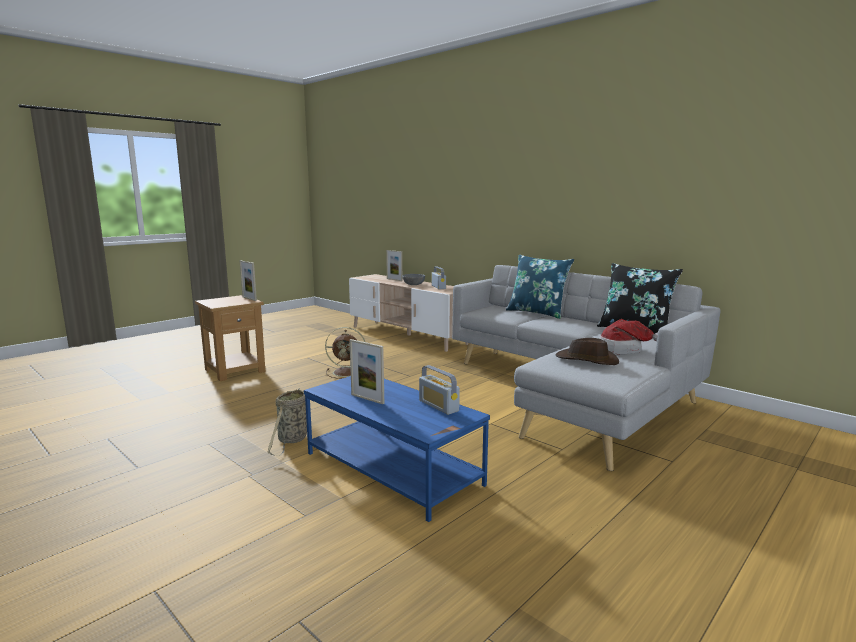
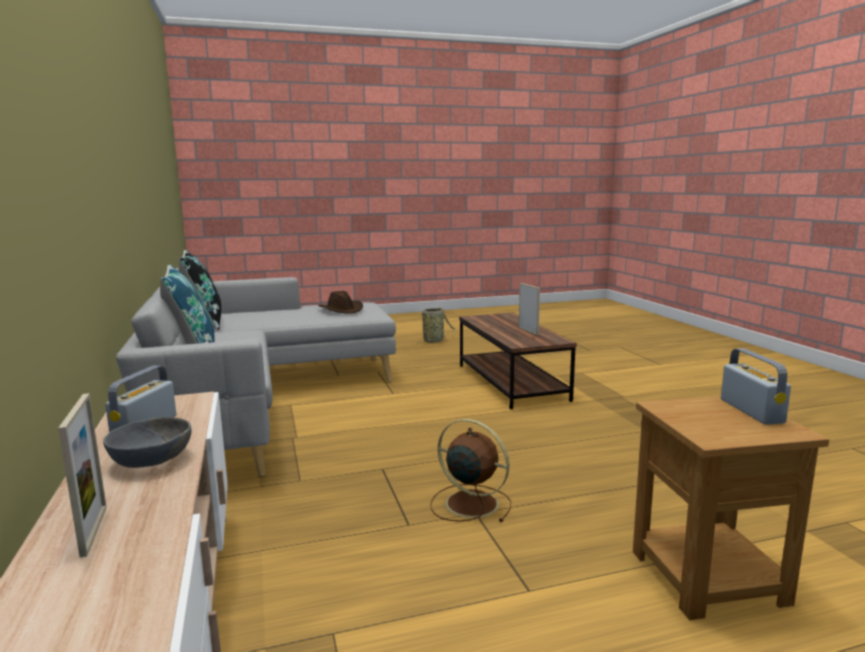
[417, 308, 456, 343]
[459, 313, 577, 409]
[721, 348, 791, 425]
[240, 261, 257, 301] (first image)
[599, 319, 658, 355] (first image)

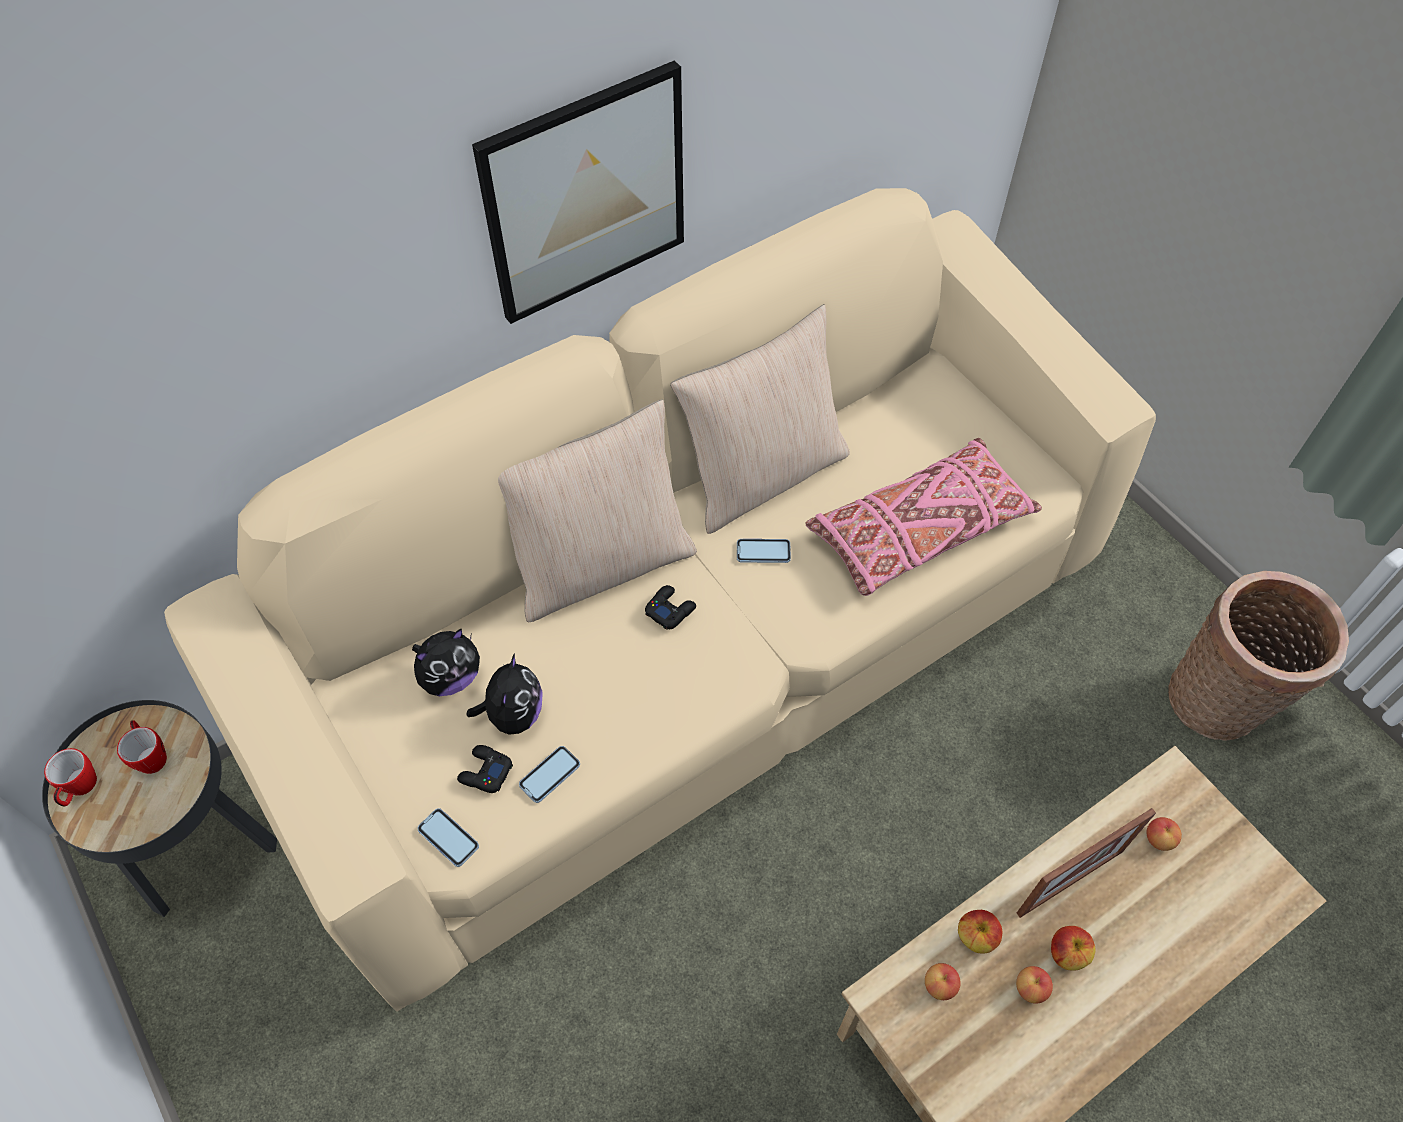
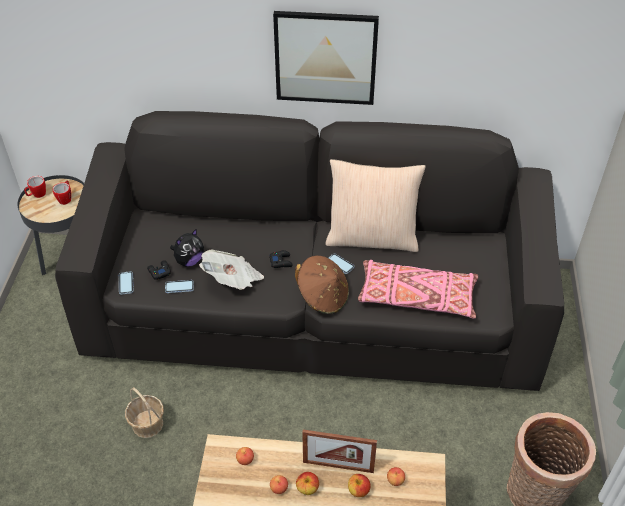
[55, 111, 564, 391]
[125, 387, 164, 438]
[199, 249, 264, 290]
[295, 255, 349, 314]
[348, 474, 370, 497]
[412, 629, 480, 696] (first image)
[498, 399, 697, 622] (first image)

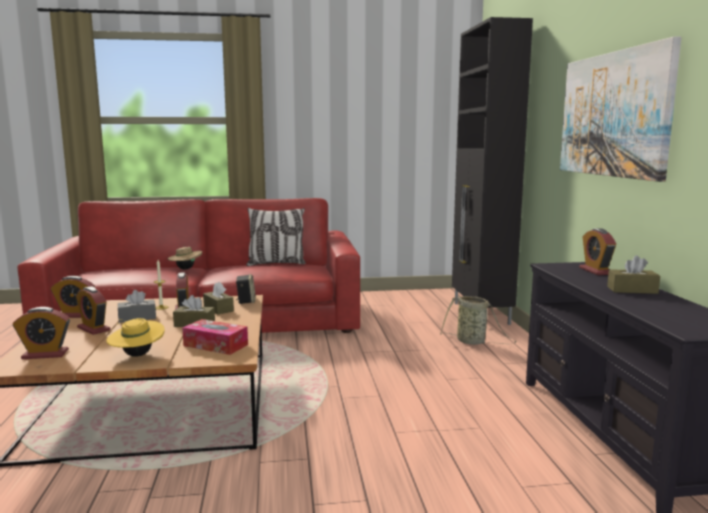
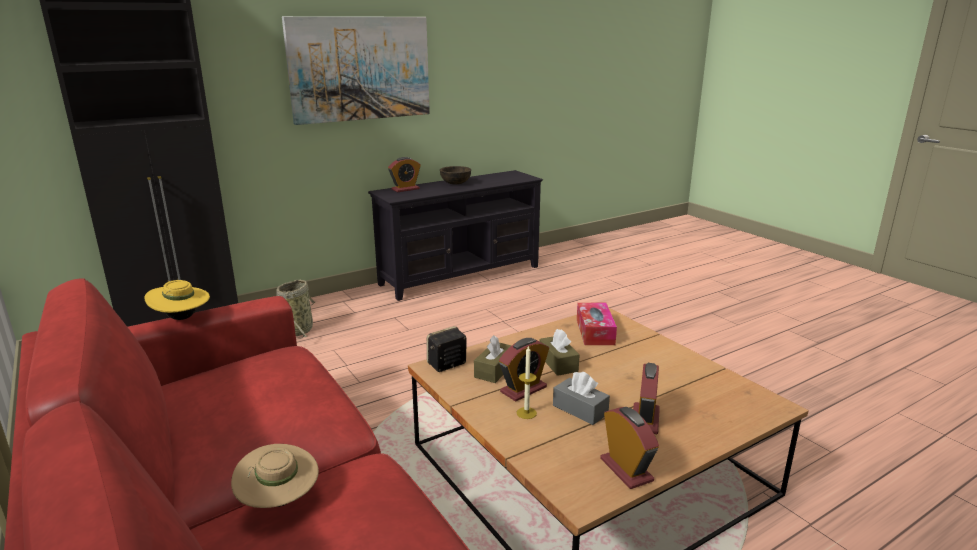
[144, 280, 210, 320]
[440, 166, 471, 185]
[13, 307, 70, 359] (first image)
[246, 208, 306, 266] (first image)

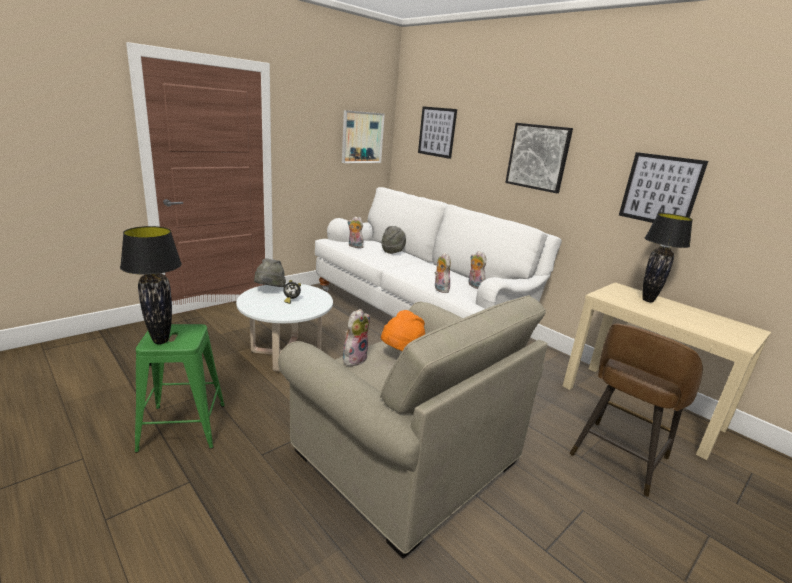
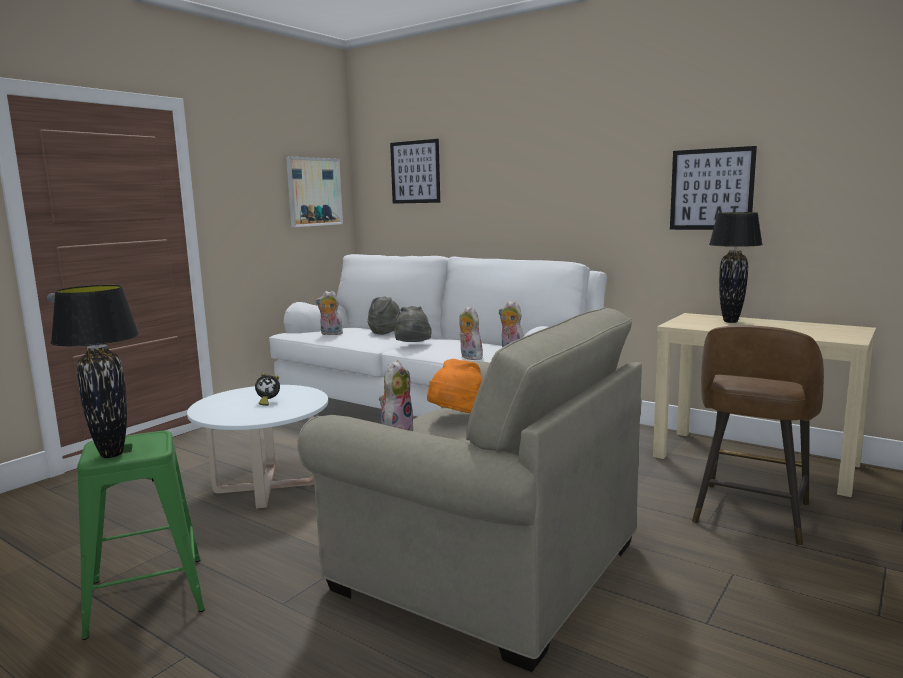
[394, 306, 432, 342]
[505, 123, 573, 193] (first image)

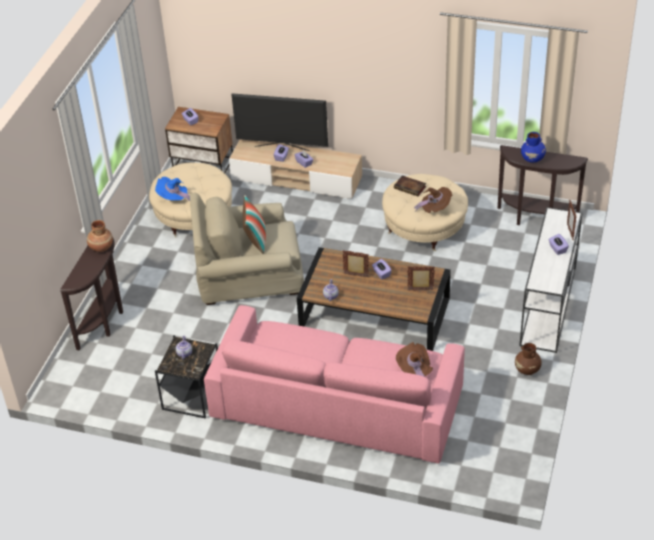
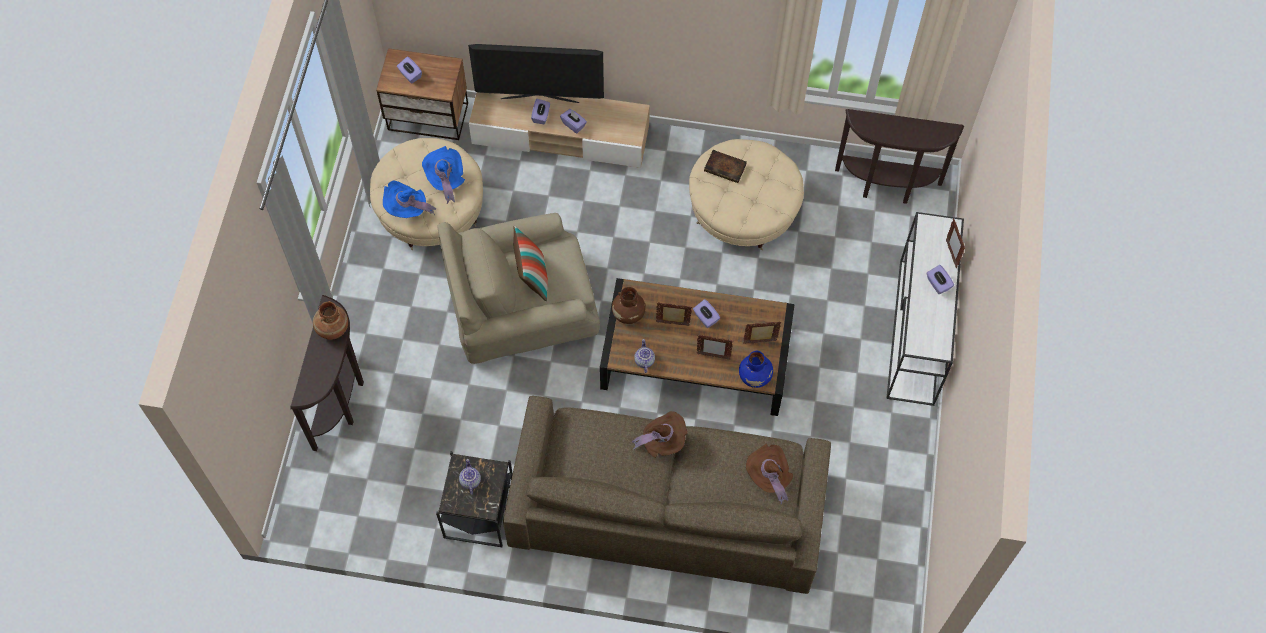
[422, 146, 465, 204]
[503, 396, 831, 594]
[612, 287, 646, 324]
[632, 411, 688, 458]
[697, 335, 733, 360]
[739, 351, 773, 388]

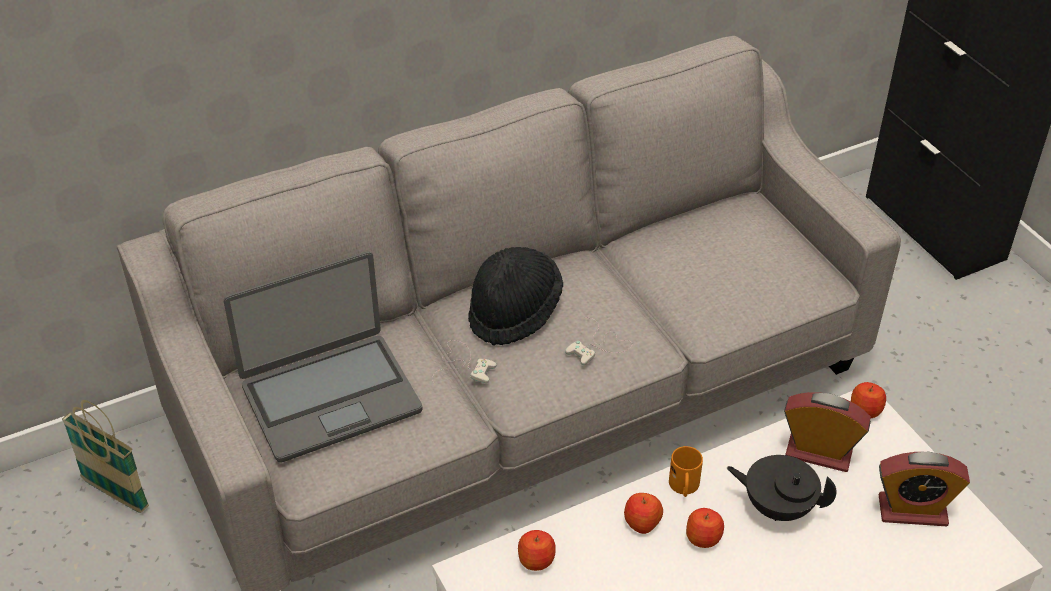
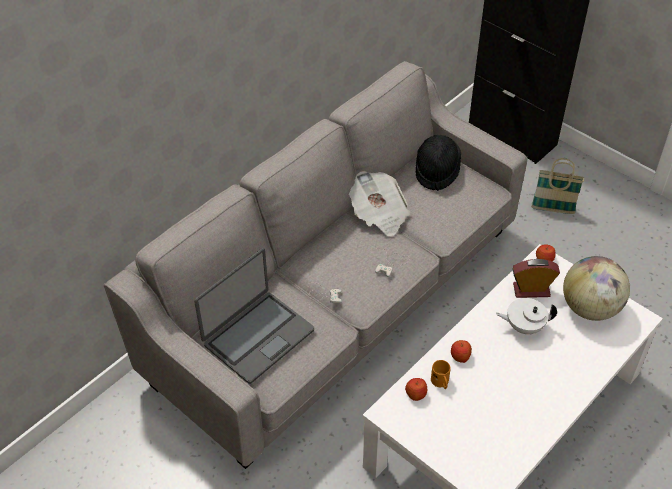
[349, 171, 410, 237]
[416, 135, 461, 191]
[431, 360, 451, 389]
[496, 298, 557, 334]
[531, 158, 584, 214]
[563, 256, 630, 321]
[686, 508, 724, 548] (first image)

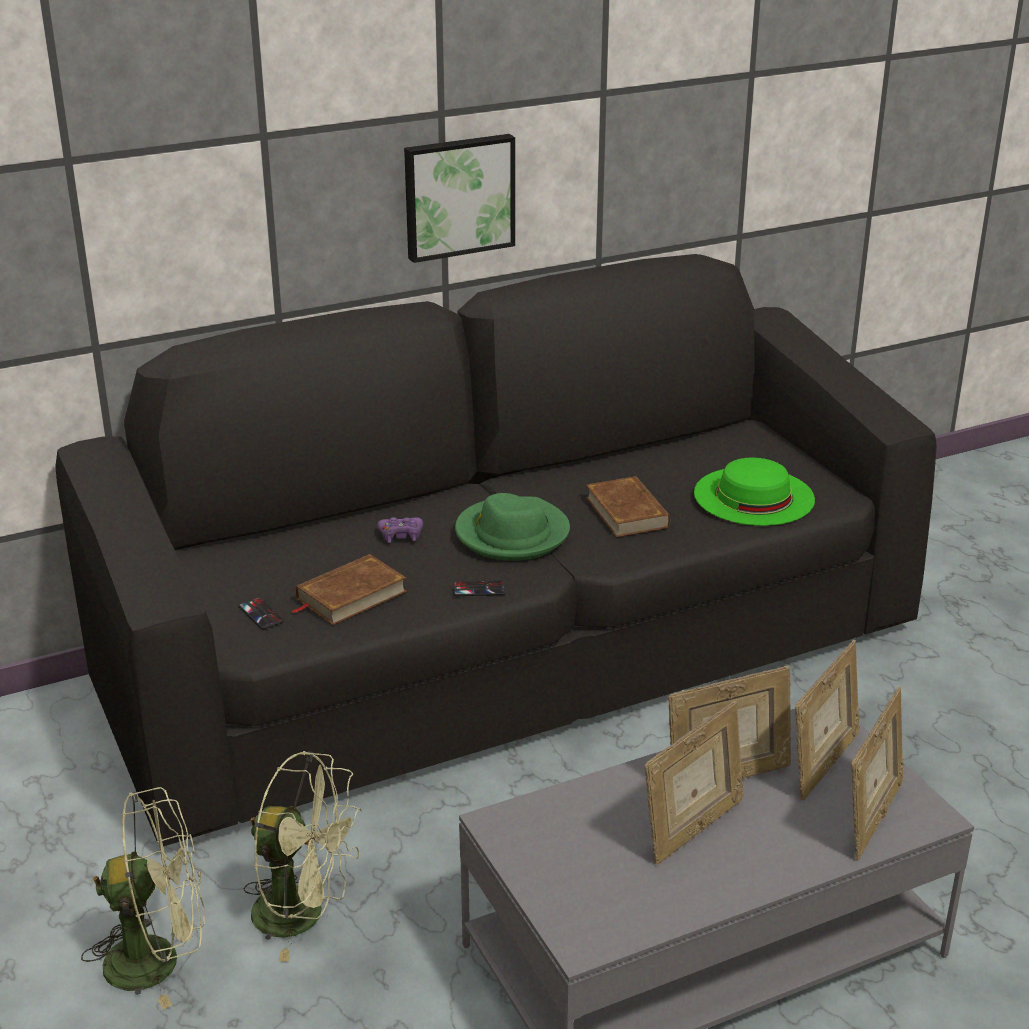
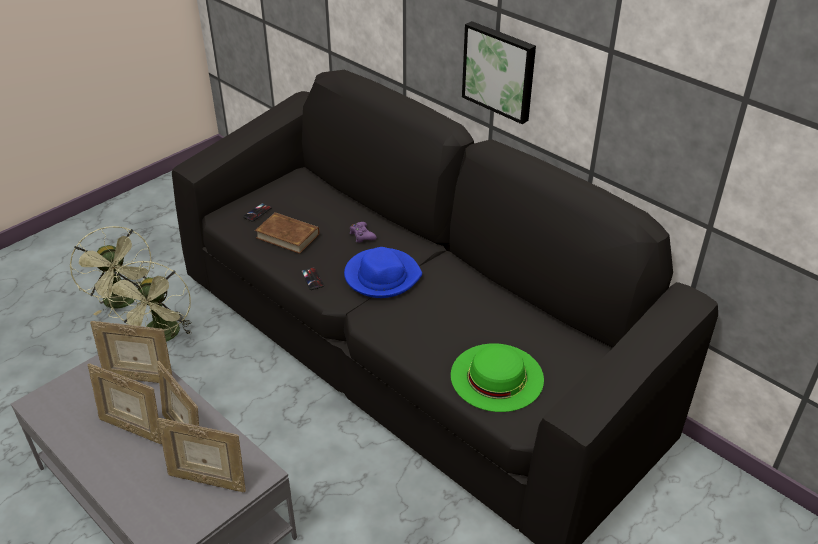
[90, 321, 172, 383]
[344, 247, 422, 298]
[586, 476, 670, 537] (first image)

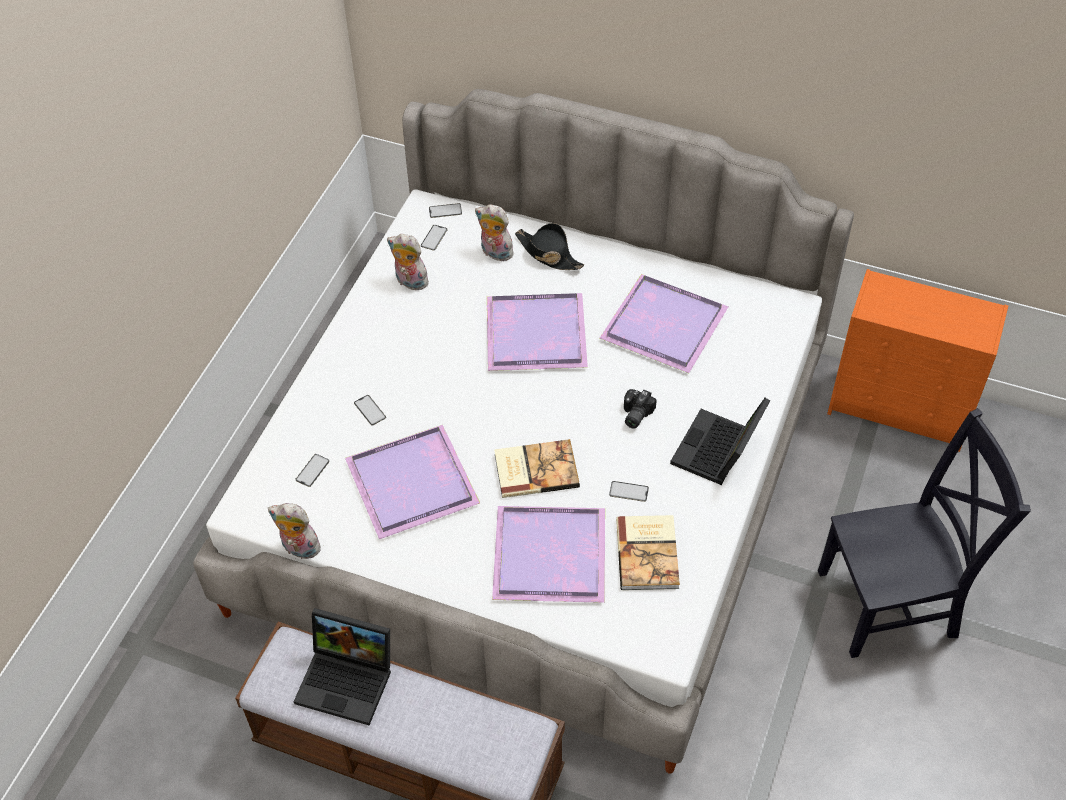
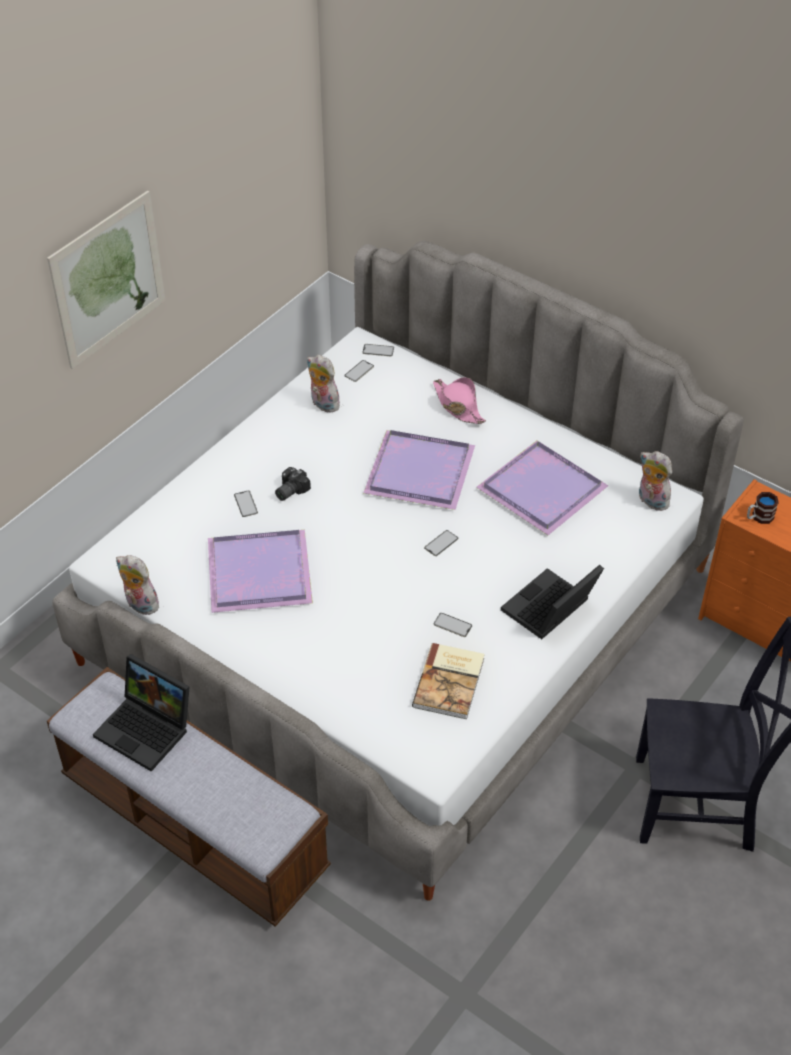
[47, 191, 165, 369]
[275, 467, 311, 501]
[424, 530, 458, 556]
[433, 377, 486, 424]
[639, 451, 672, 511]
[747, 492, 779, 524]
[492, 506, 605, 603] (first image)
[494, 439, 580, 498] (first image)

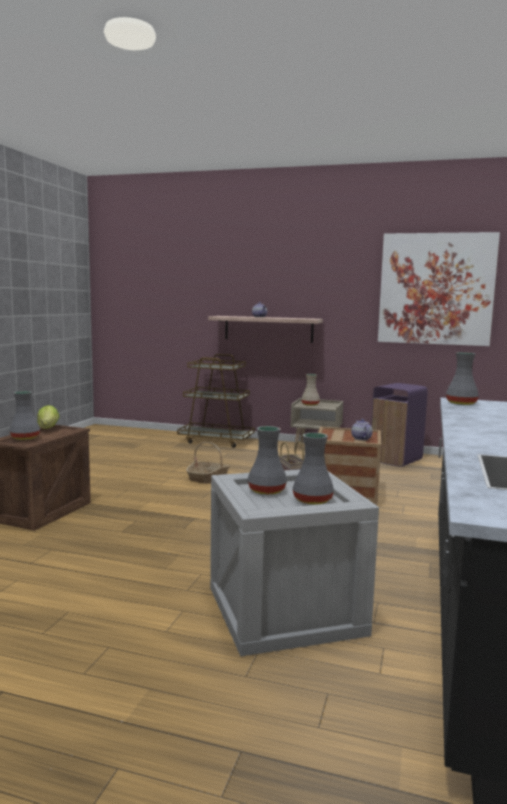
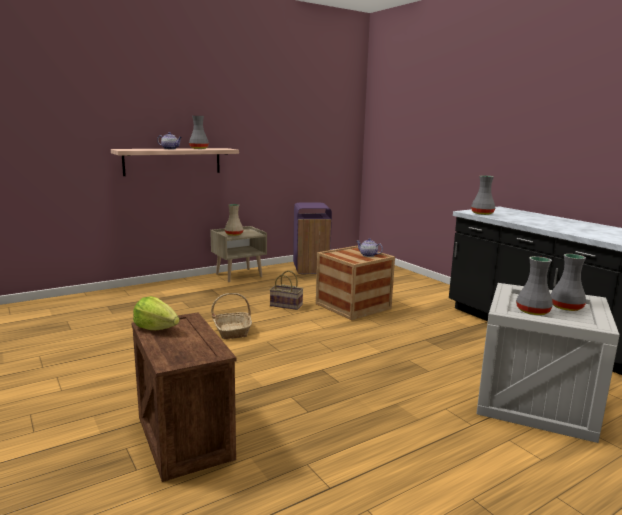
[189, 116, 209, 149]
[177, 354, 255, 448] (first image)
[378, 232, 500, 346] (first image)

